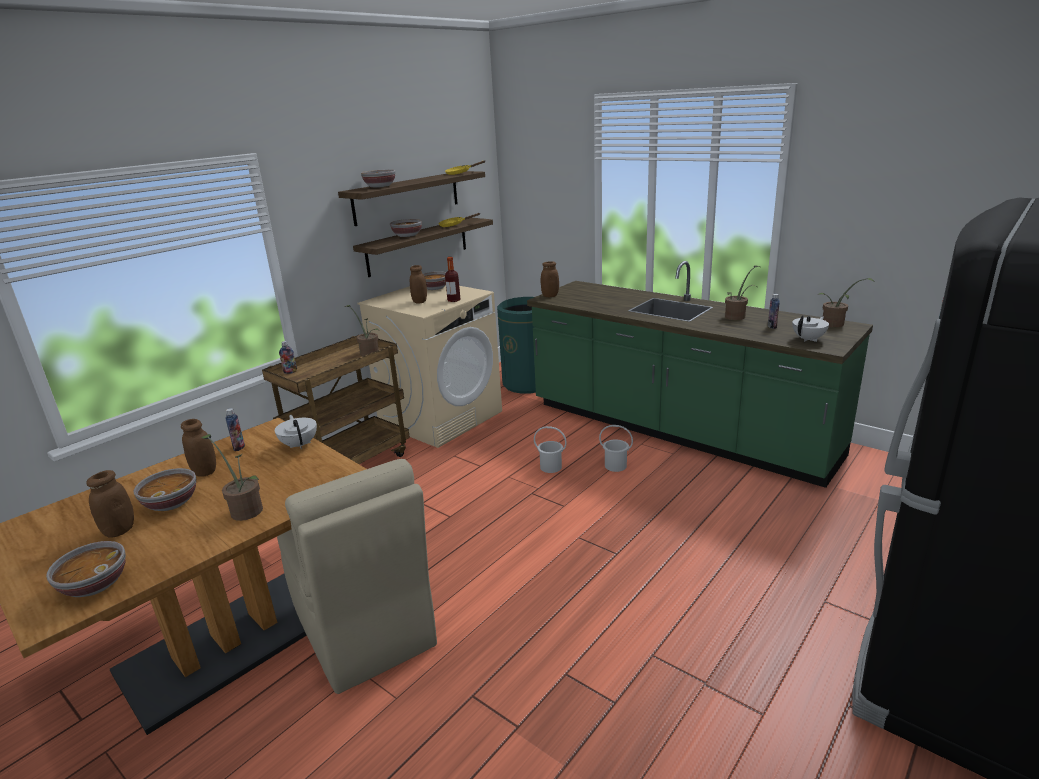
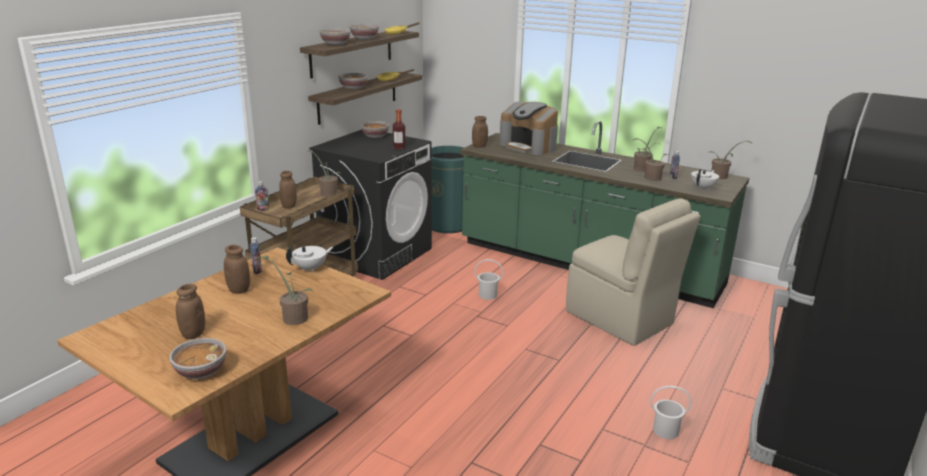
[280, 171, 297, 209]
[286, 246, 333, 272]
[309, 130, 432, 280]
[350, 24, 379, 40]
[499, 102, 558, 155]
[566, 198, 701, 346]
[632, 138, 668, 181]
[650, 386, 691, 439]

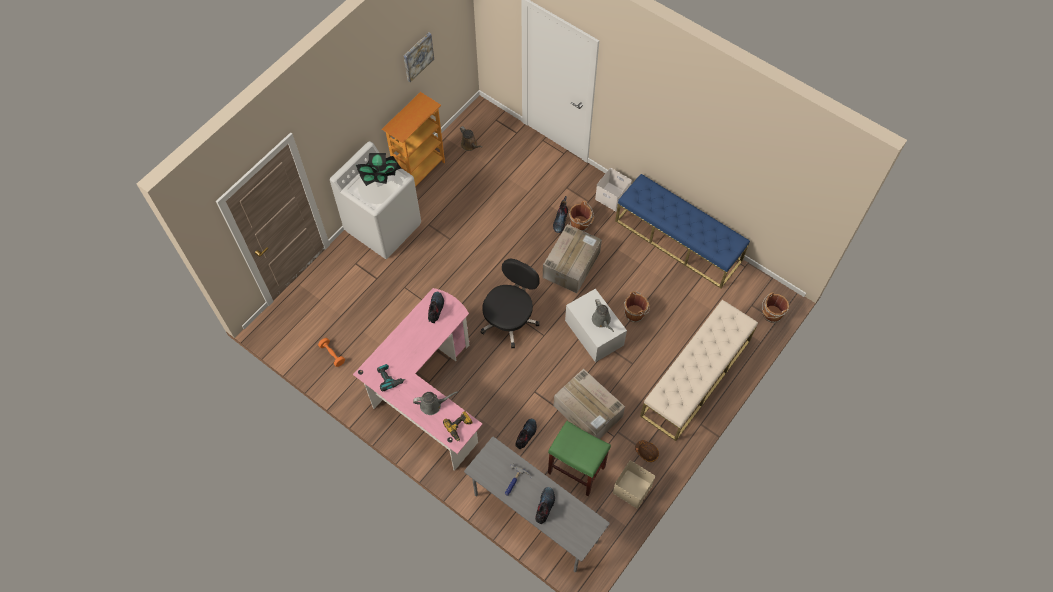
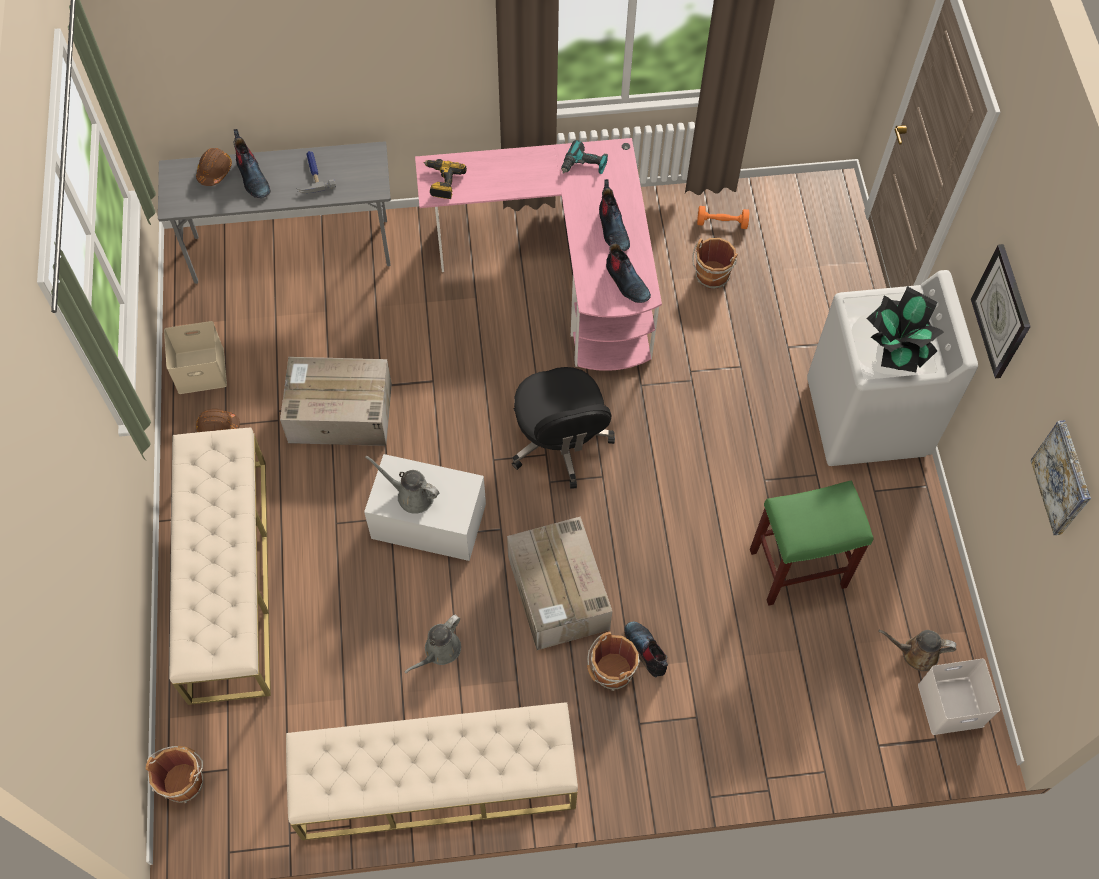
[196, 148, 232, 186]
[286, 702, 578, 840]
[404, 615, 461, 673]
[599, 179, 630, 251]
[692, 238, 738, 289]
[750, 480, 874, 606]
[918, 659, 1000, 735]
[971, 244, 1031, 378]
[382, 92, 445, 187] (first image)

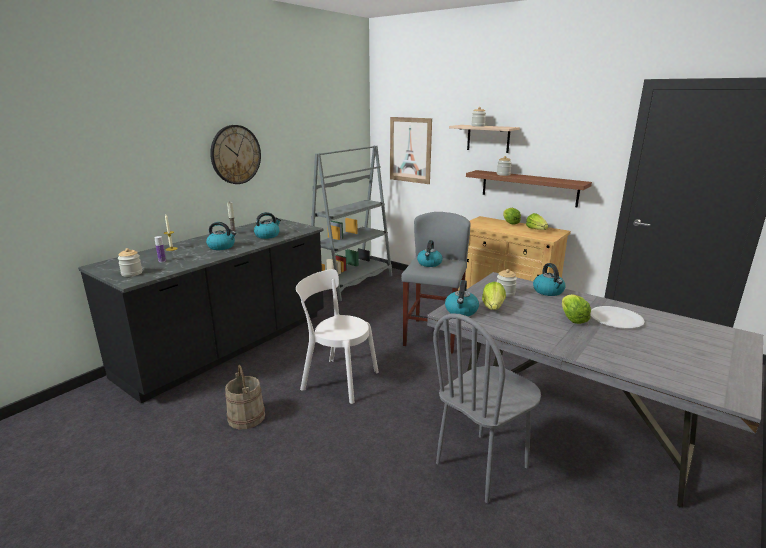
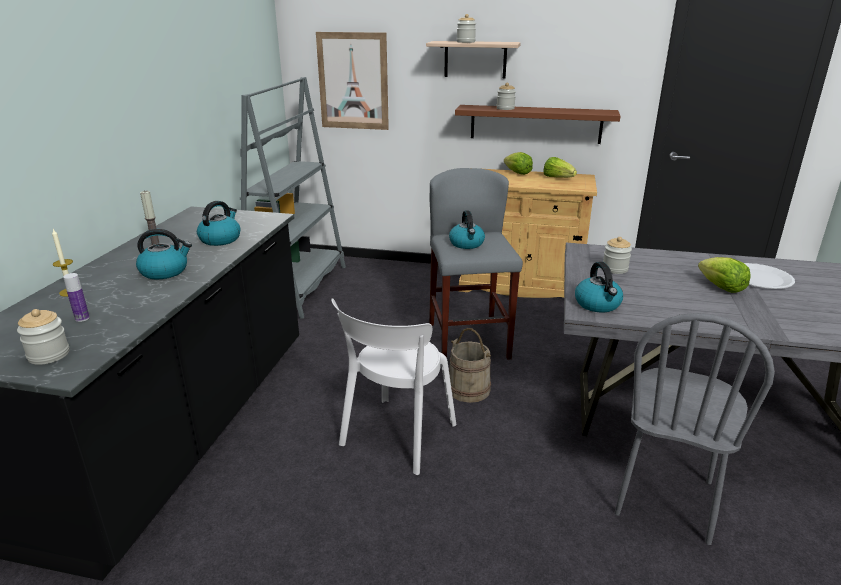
[331, 298, 456, 475]
[449, 328, 491, 403]
[210, 125, 261, 184] (first image)
[482, 281, 506, 310] (first image)
[533, 263, 566, 296] (first image)

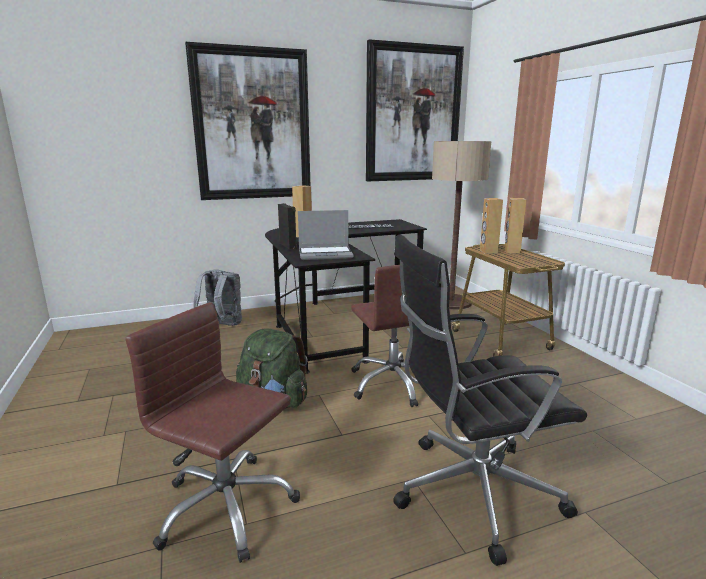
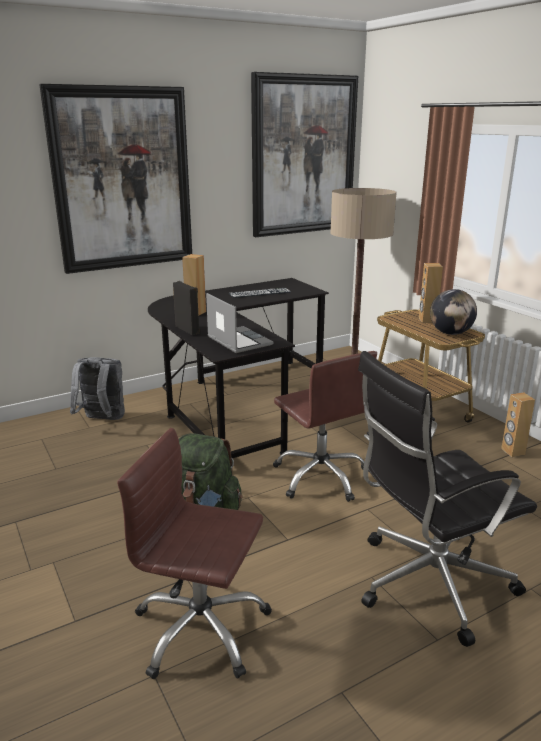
[206, 293, 274, 353]
[430, 289, 477, 335]
[501, 393, 535, 457]

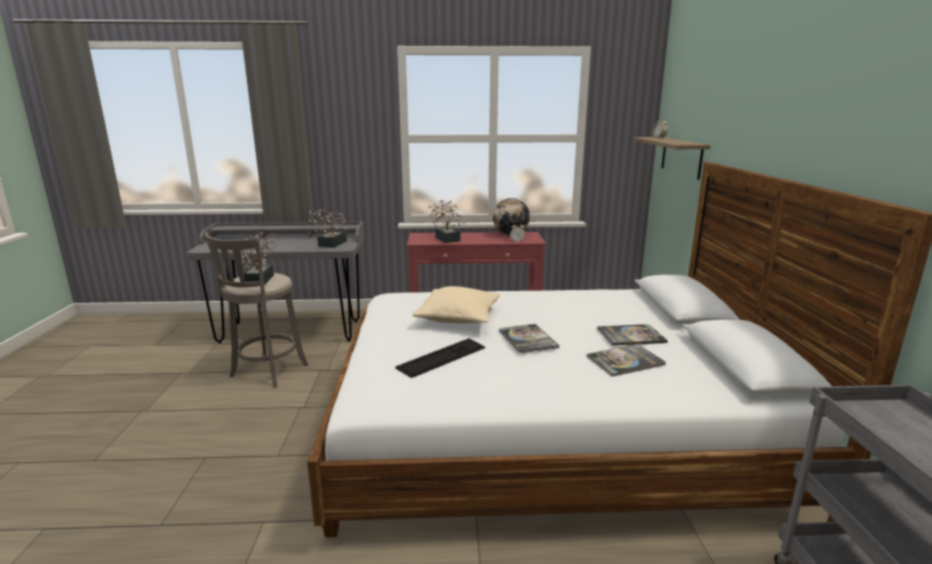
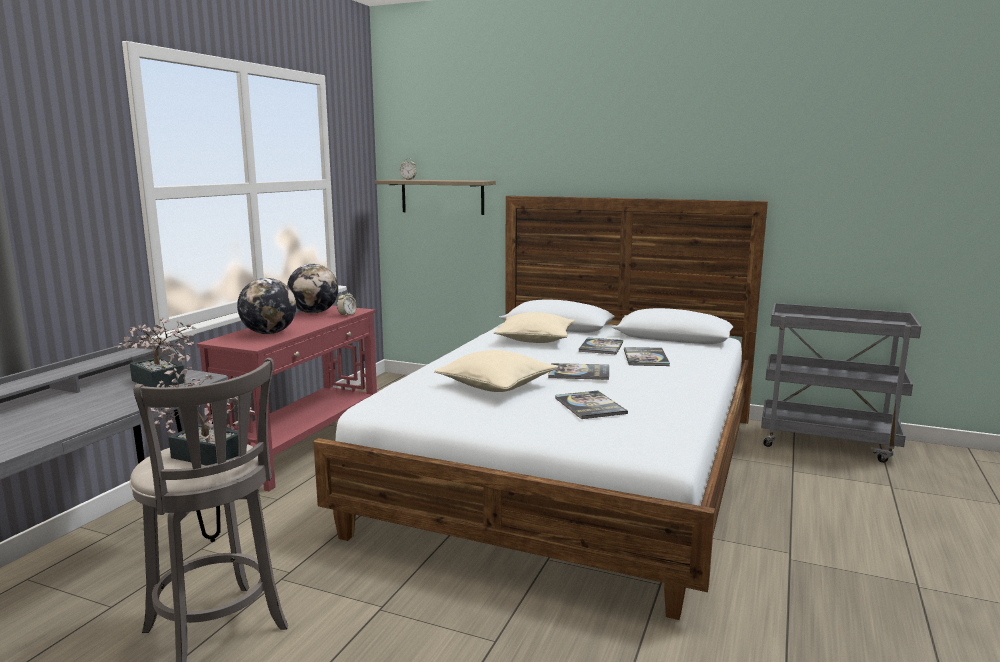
[237, 278, 296, 334]
[494, 312, 575, 343]
[555, 391, 628, 419]

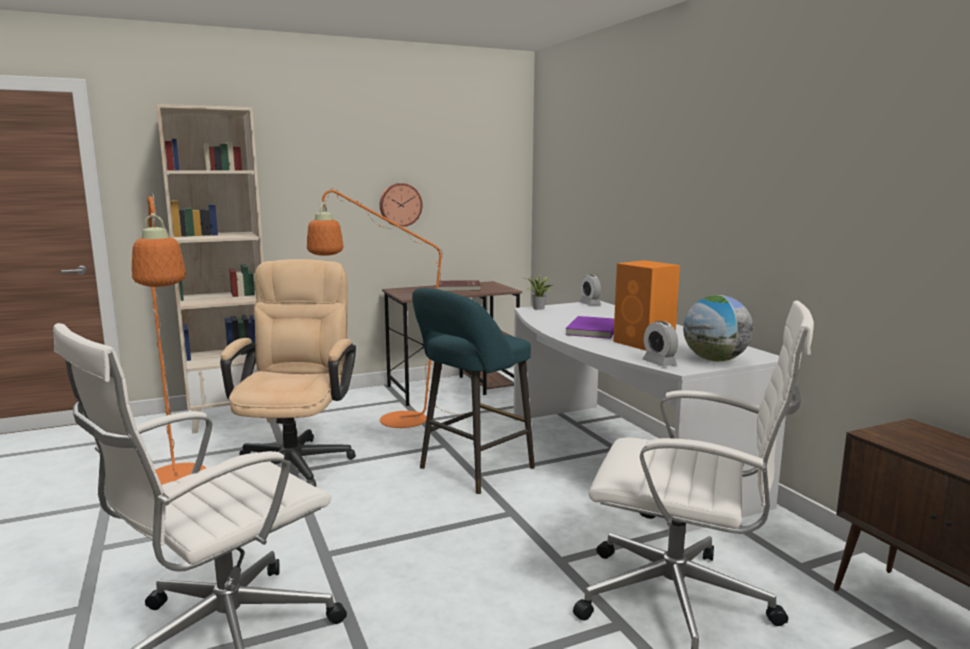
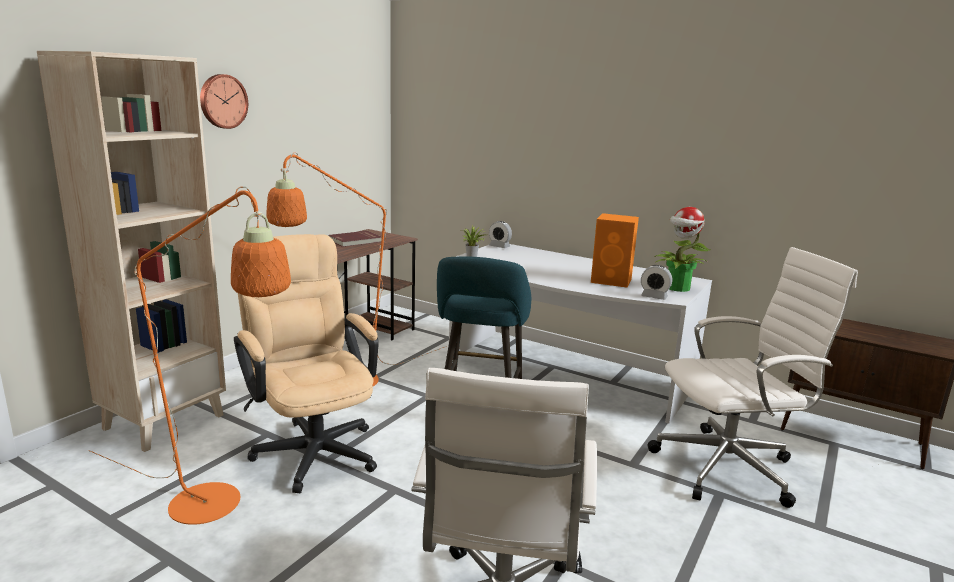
[200, 74, 248, 129]
[654, 207, 710, 292]
[566, 316, 614, 339] (first image)

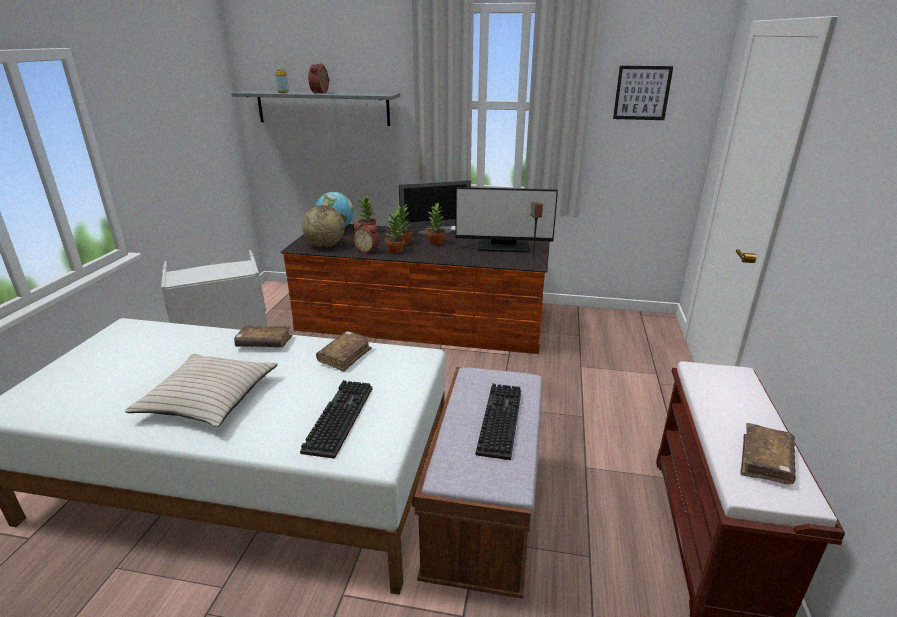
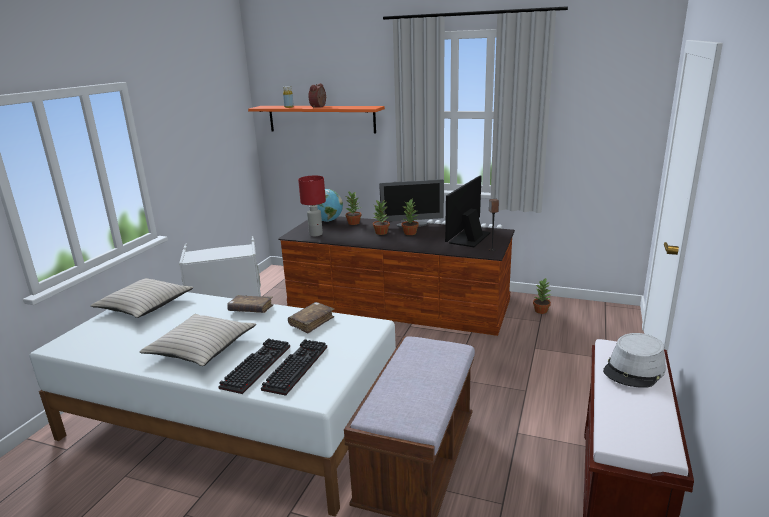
[90, 278, 193, 318]
[218, 338, 290, 394]
[248, 106, 385, 134]
[298, 176, 326, 236]
[445, 175, 490, 247]
[533, 278, 551, 314]
[603, 333, 666, 388]
[352, 222, 380, 253] (first image)
[613, 66, 673, 120] (first image)
[740, 423, 796, 484] (first image)

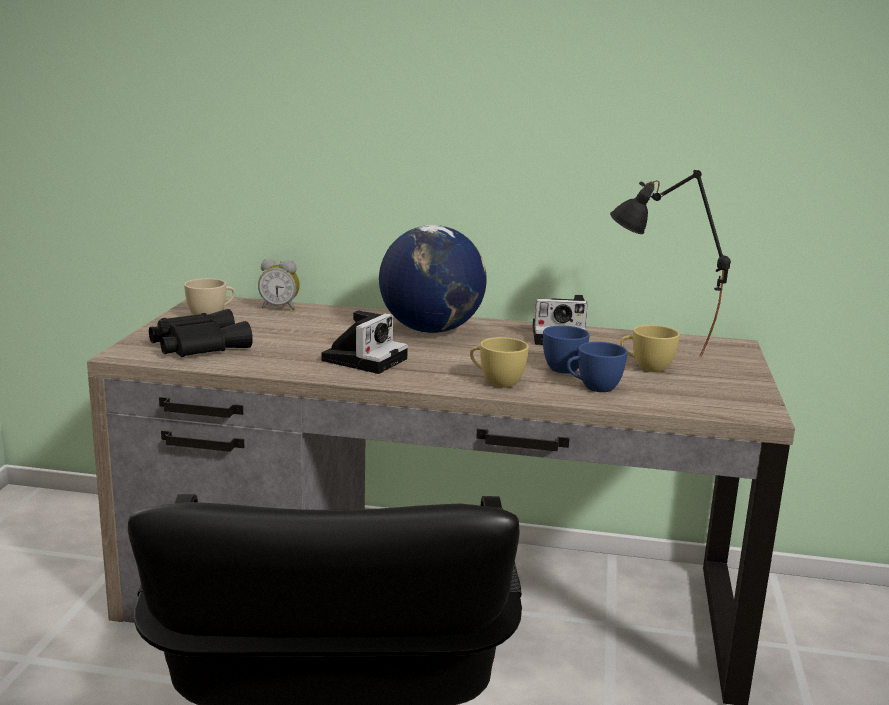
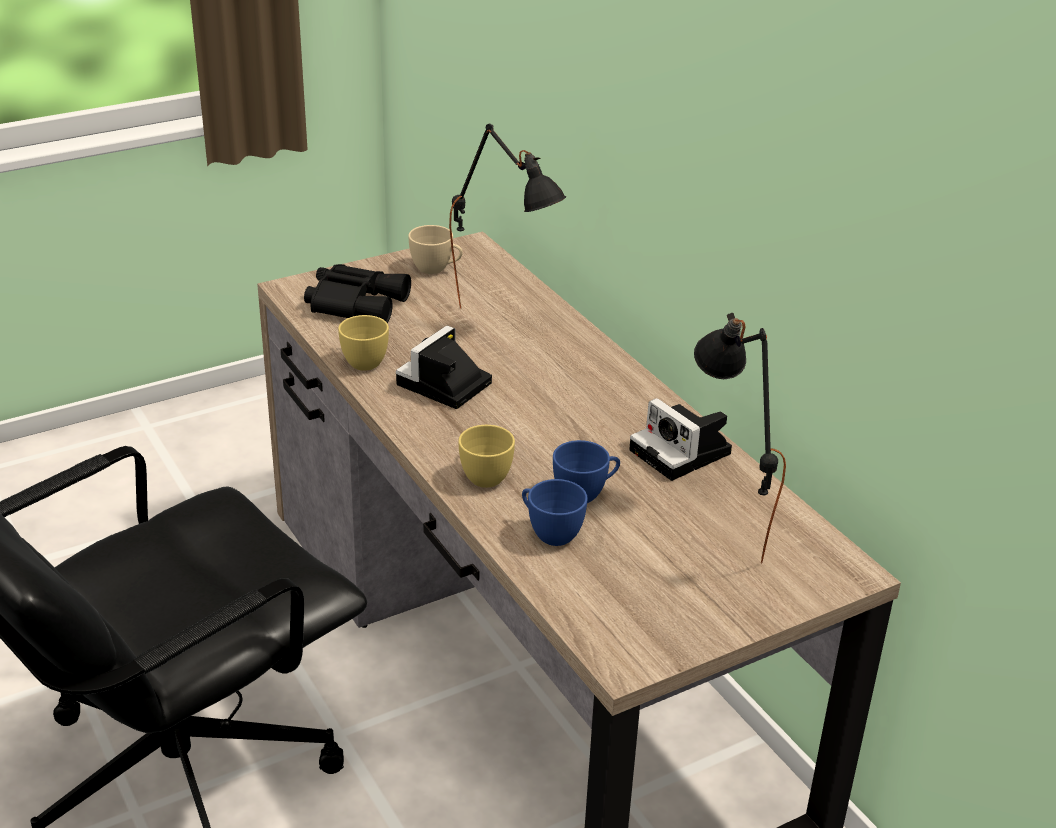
[338, 315, 389, 371]
[396, 326, 492, 409]
[449, 123, 567, 308]
[258, 259, 300, 311] (first image)
[379, 225, 486, 333] (first image)

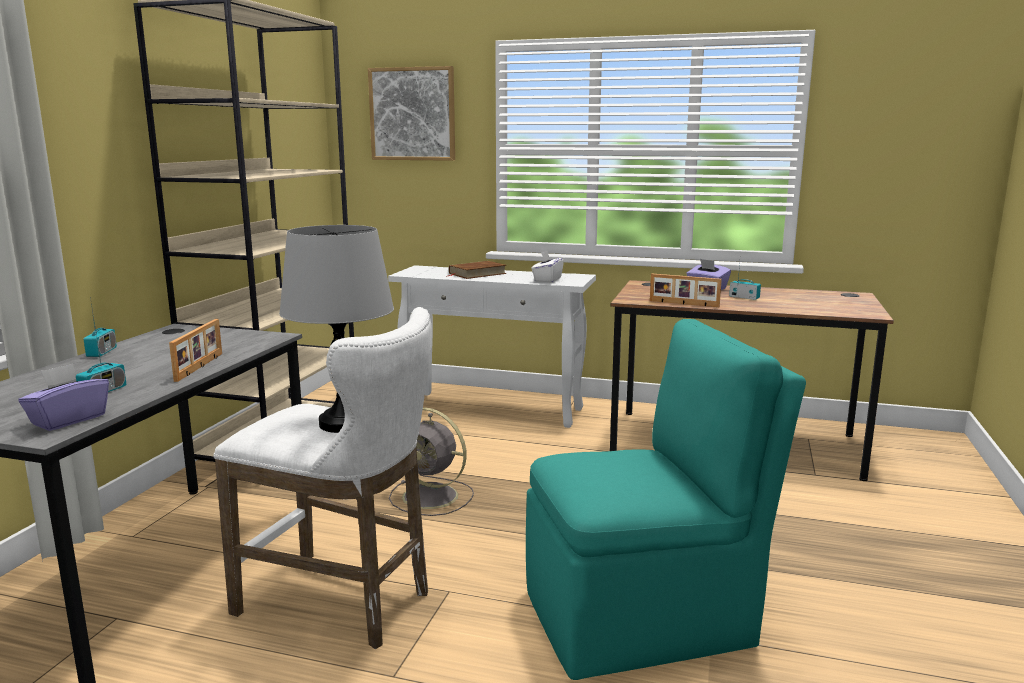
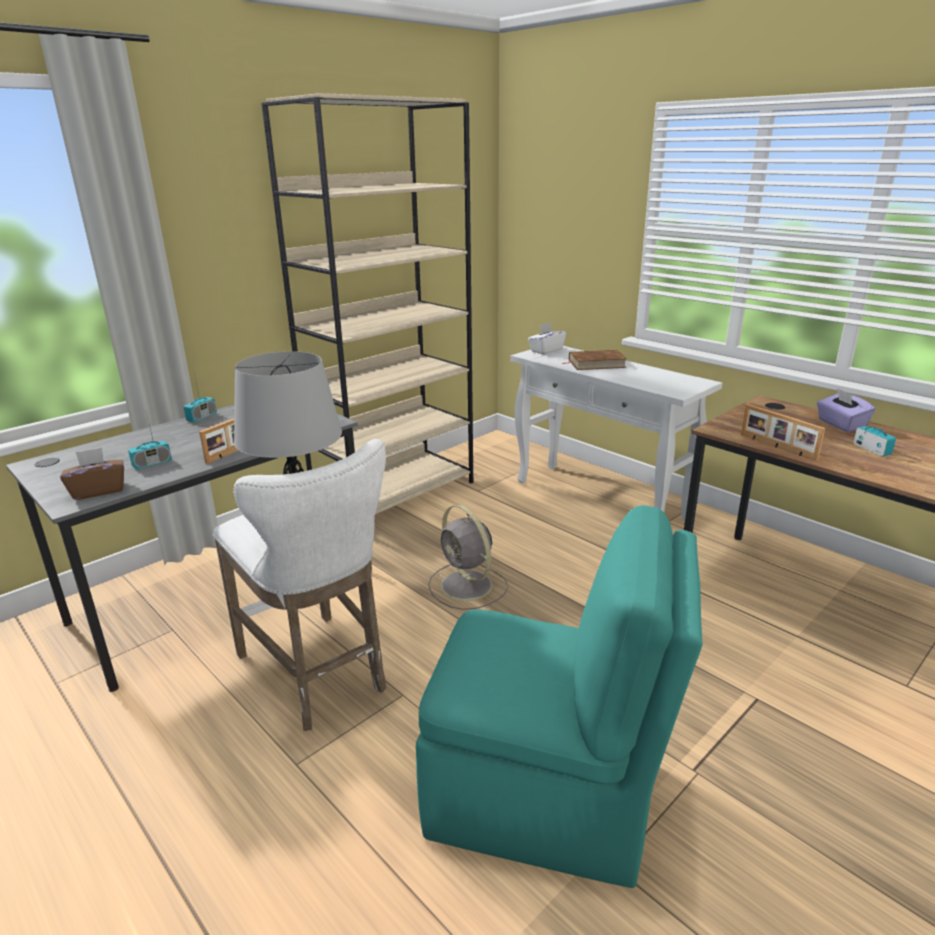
[60, 448, 124, 500]
[528, 323, 566, 354]
[368, 66, 455, 161] (first image)

